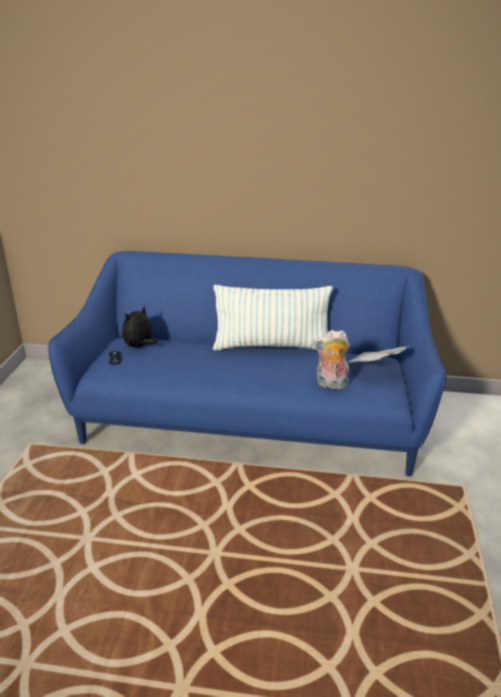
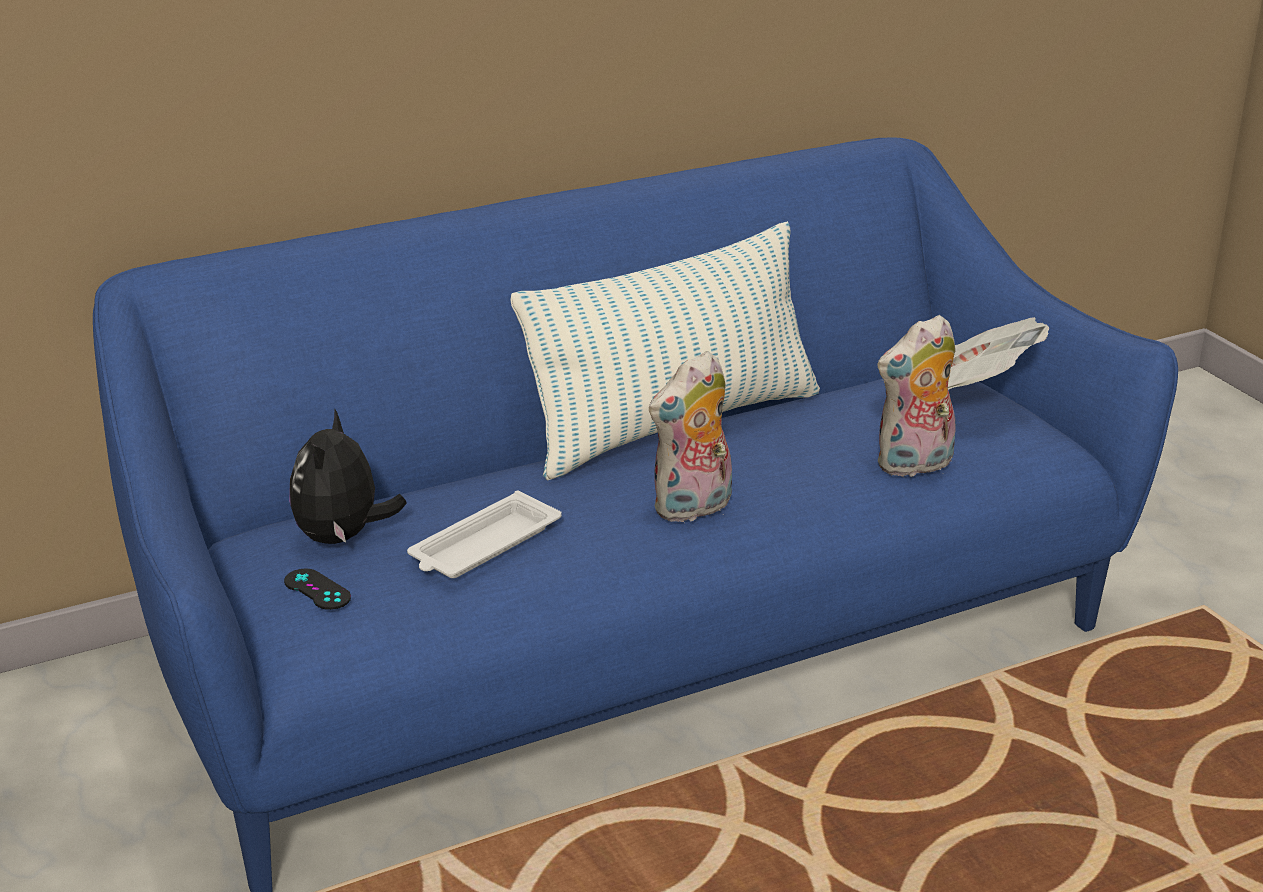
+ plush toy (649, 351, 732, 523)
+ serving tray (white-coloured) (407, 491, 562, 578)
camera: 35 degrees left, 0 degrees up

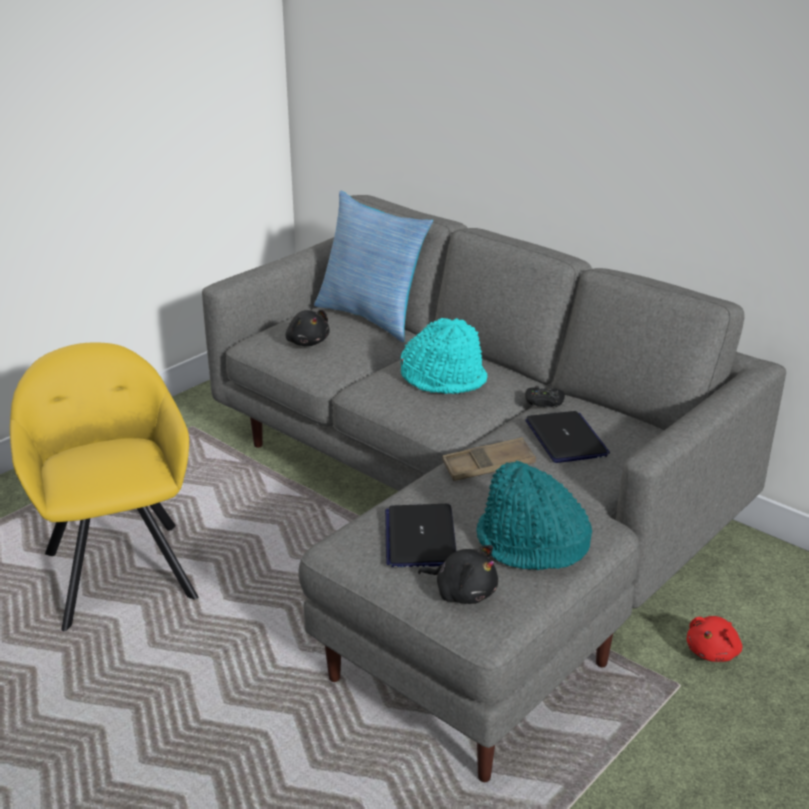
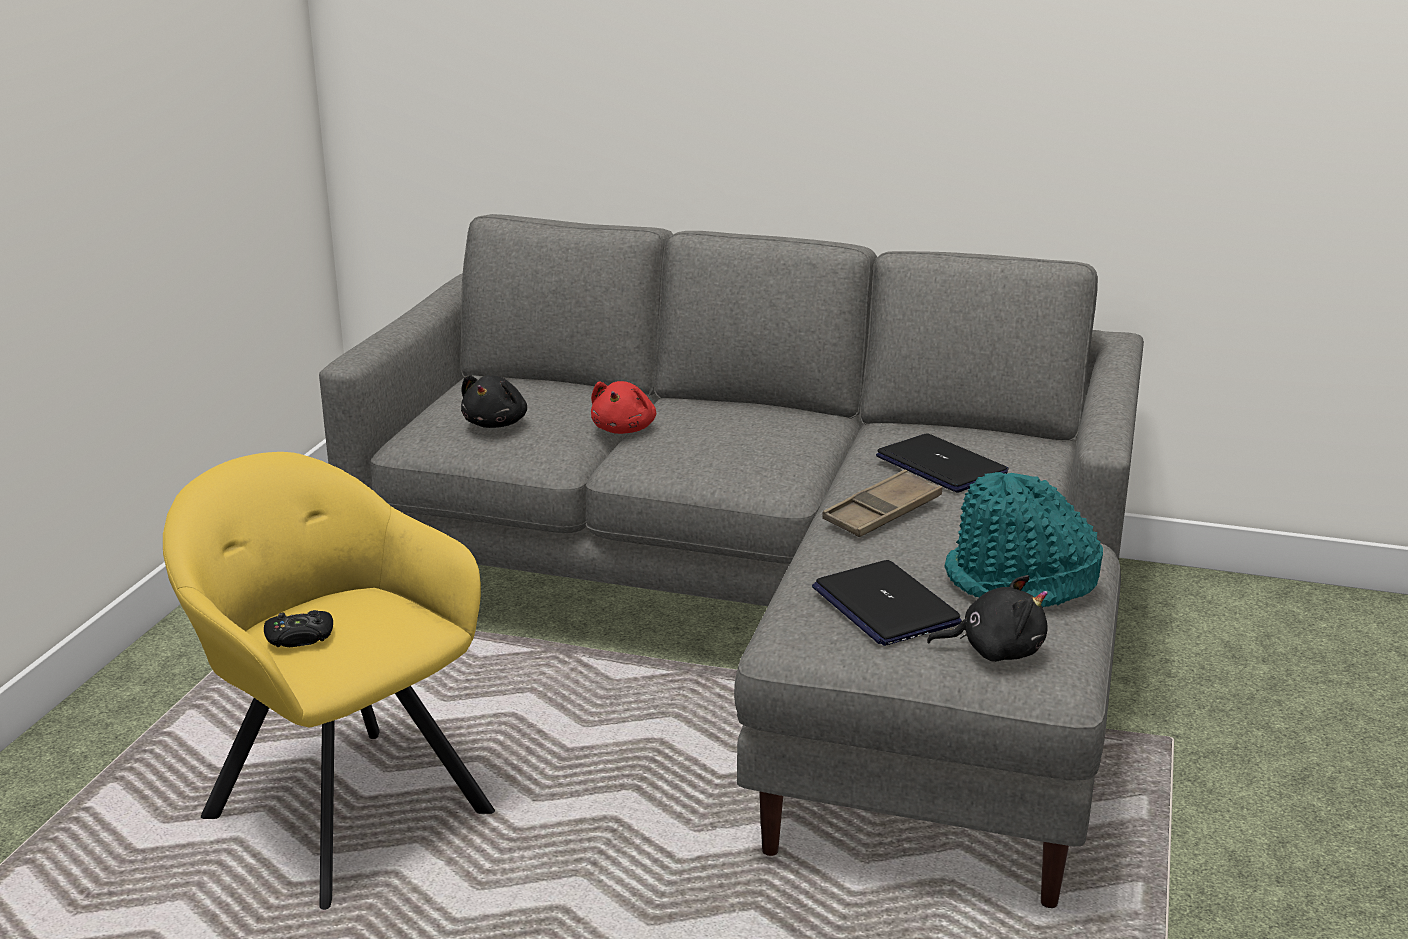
- pillow (314, 191, 433, 342)
~ plush toy (black) (285, 310, 330, 346) = (461, 375, 527, 428) 75 degrees clockwise
- clothing hat (blue-green) (401, 318, 488, 394)
~ joypad (black) (525, 386, 565, 407) to (264, 610, 333, 647)
~ plush toy (red) (686, 616, 742, 662) to (591, 381, 656, 434)
camera: 25 degrees left, 5 degrees down

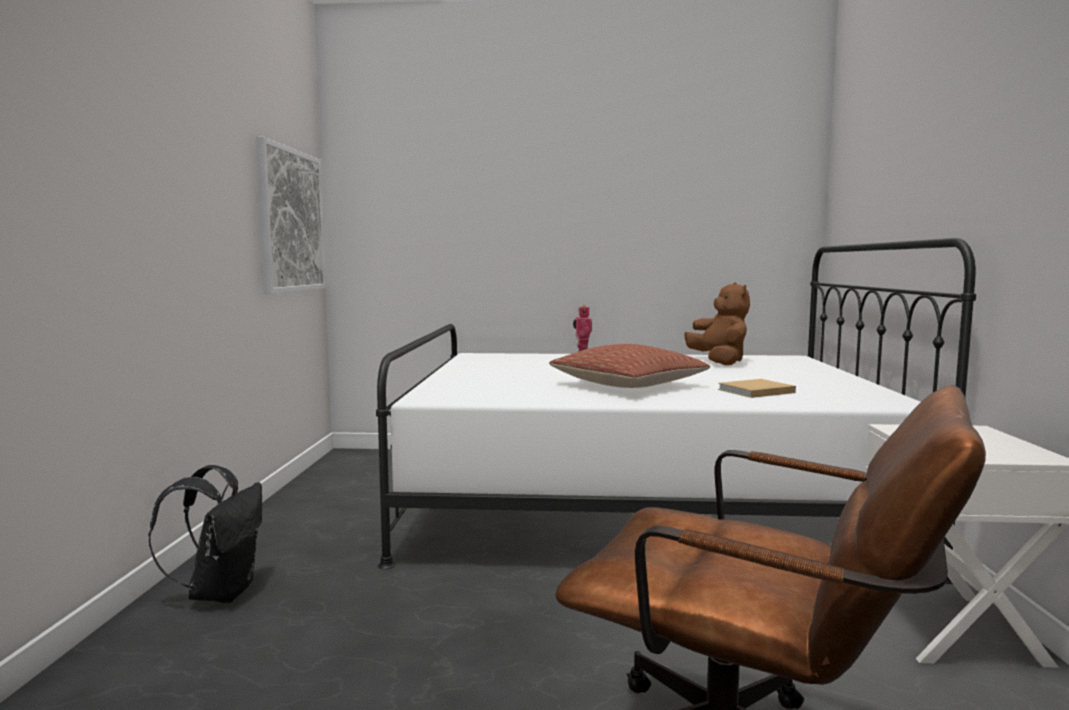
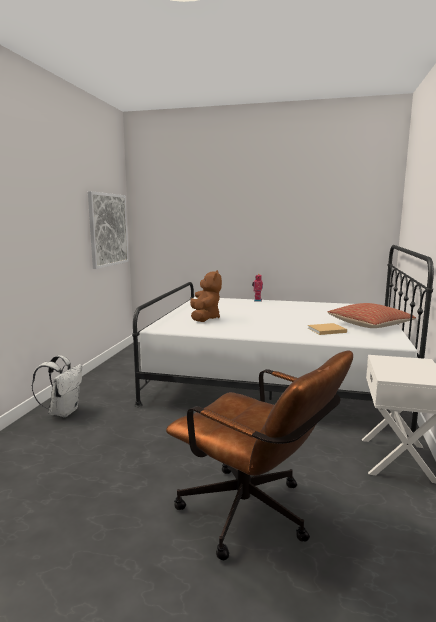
~ plush toy (brown-coloured) (684, 282, 750, 365) to (190, 270, 222, 322)
~ pillow (549, 344, 710, 388) to (327, 303, 416, 328)
~ backpack (black) (148, 465, 262, 603) to backpack (white-coloured) (32, 355, 82, 417)
camera: 10 degrees right, 5 degrees up

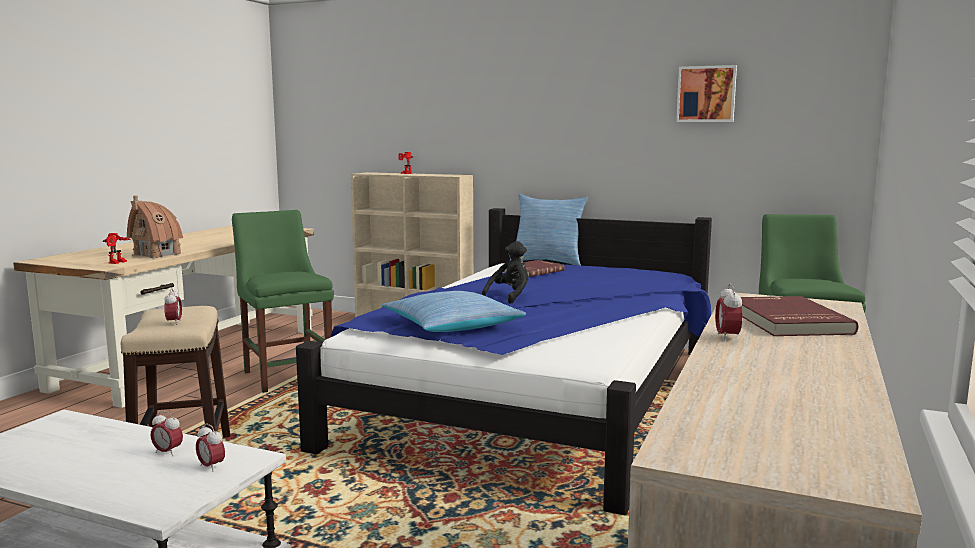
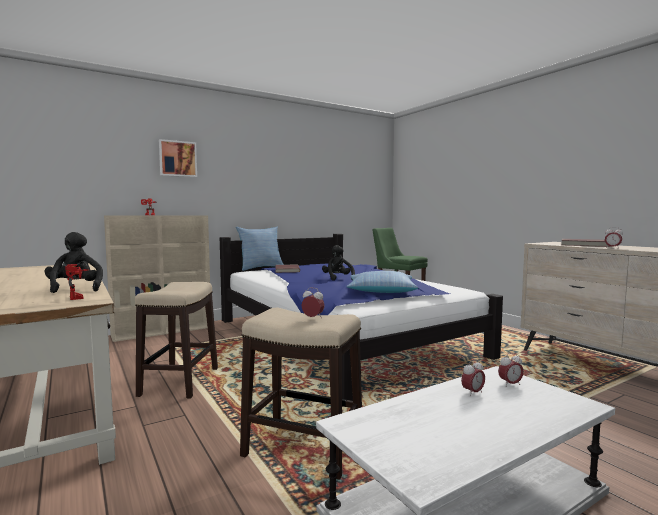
~ wall picture (676, 65, 737, 122) to (159, 139, 197, 177)
~ model house (127, 196, 183, 258) to plush toy (black) (44, 232, 103, 293)
~ chair (greenish) (232, 210, 334, 393) to stool seat (135, 282, 218, 398)
camera: 55 degrees left, 5 degrees down

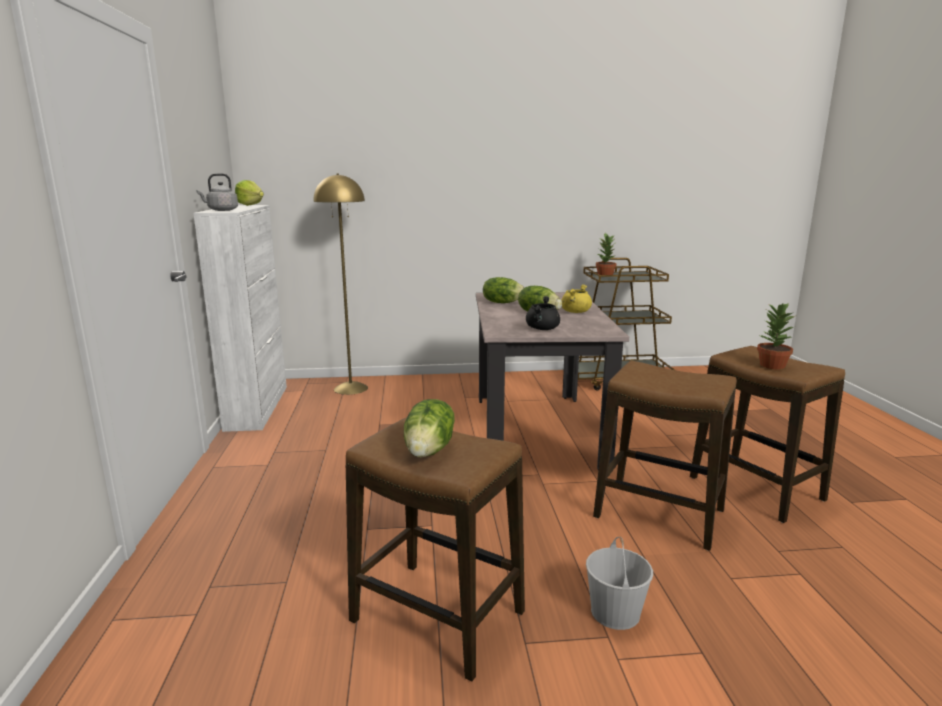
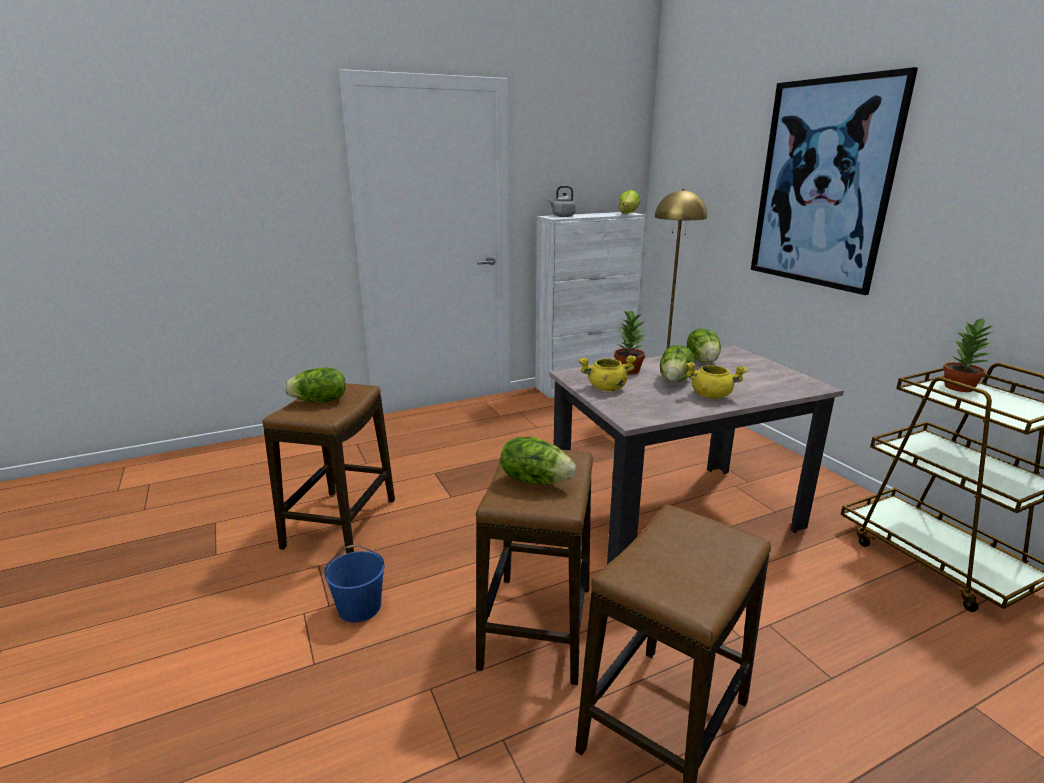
~ stockpot (black) (526, 296, 560, 330) to stockpot (yellowish) (578, 355, 637, 391)
~ potted plant (757, 302, 795, 369) to (614, 310, 645, 374)
~ bucket (white-coloured) (586, 537, 653, 630) to bucket (bluish) (324, 545, 385, 623)
+ wall picture (751, 67, 918, 295)
+ lettuce head (500, 437, 576, 485)
camera: 70 degrees right, 5 degrees up

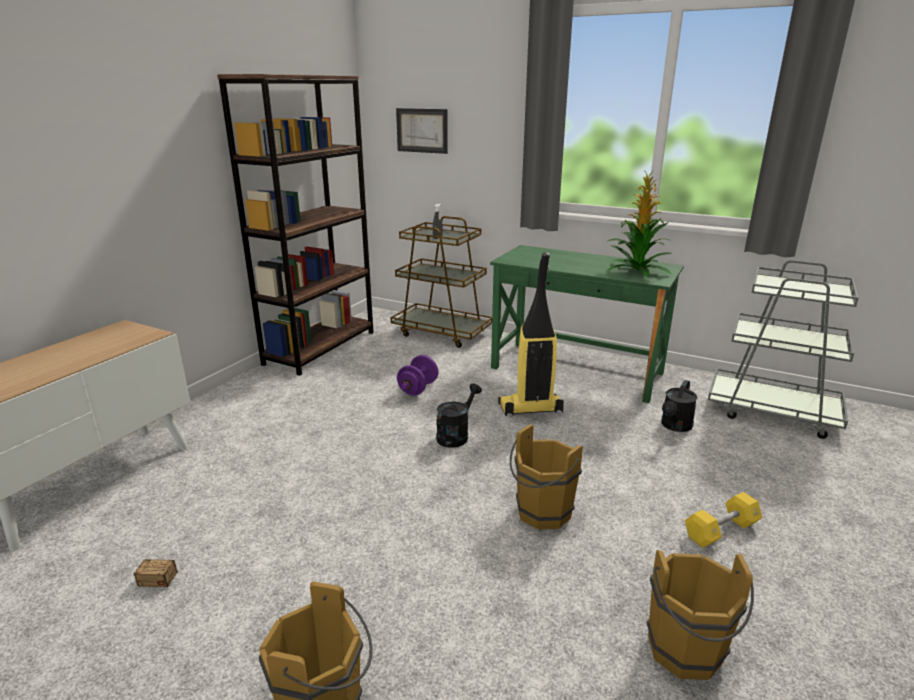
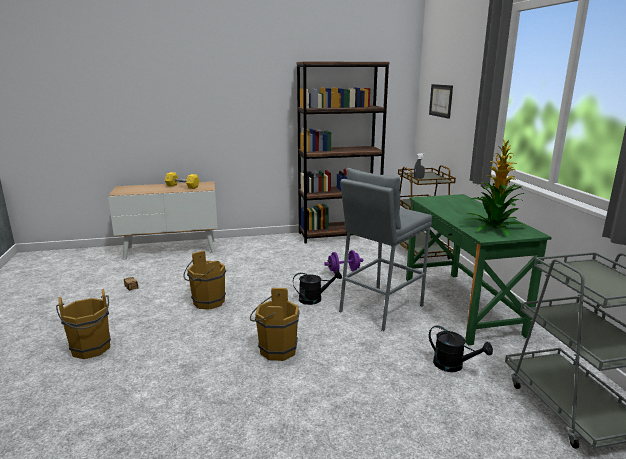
~ hoover (498, 252, 564, 416) to stool seat (greyish) (339, 168, 432, 331)
~ sprinkling can (black) (661, 380, 697, 432) = (429, 325, 493, 372) 135 degrees counterclockwise
~ dumbbell (yellowish) (685, 492, 762, 548) to (165, 172, 200, 189)
~ bucket (brown-coloured) (647, 550, 754, 680) to (183, 251, 226, 310)
camera: 50 degrees right, 5 degrees down

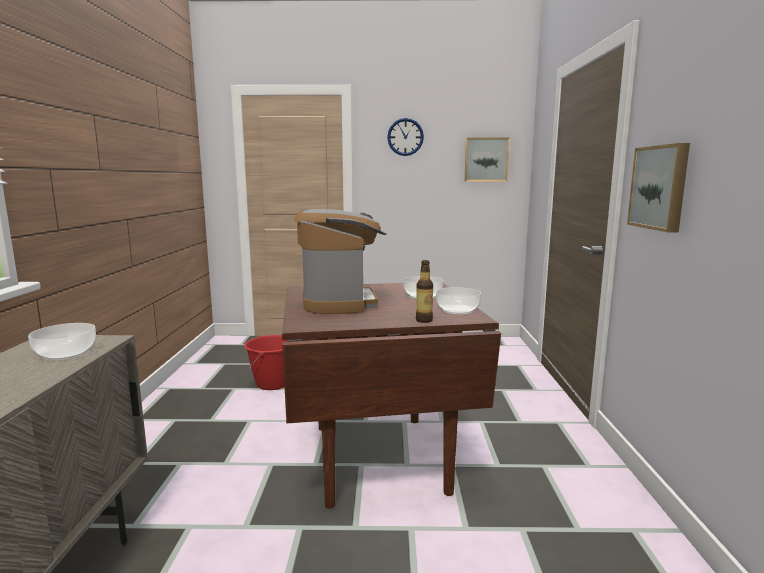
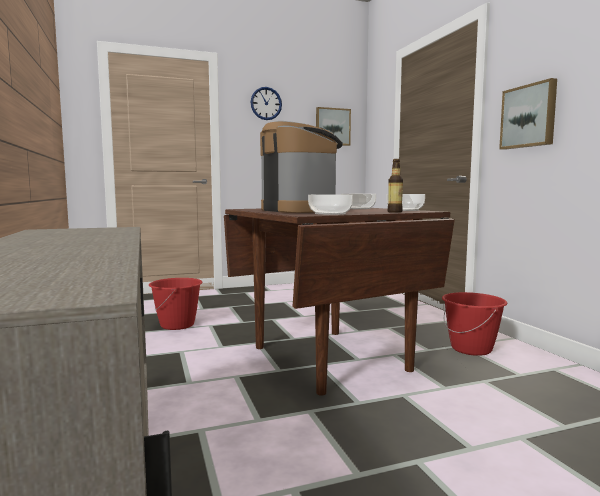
~ bowl (28, 323, 96, 361) to (308, 195, 353, 215)
+ bucket (red) (442, 292, 507, 356)
camera: 20 degrees left, 5 degrees down

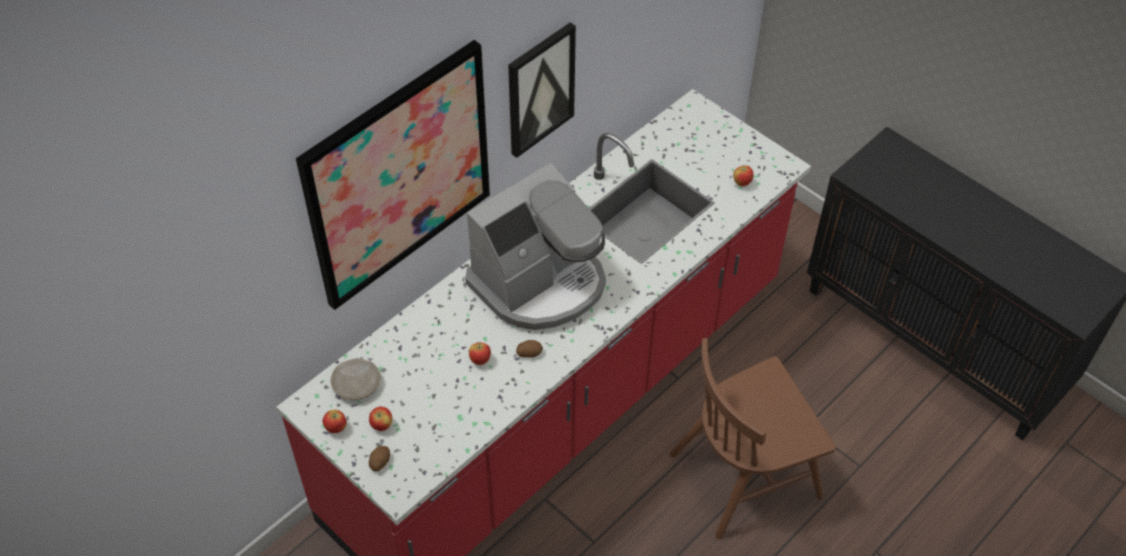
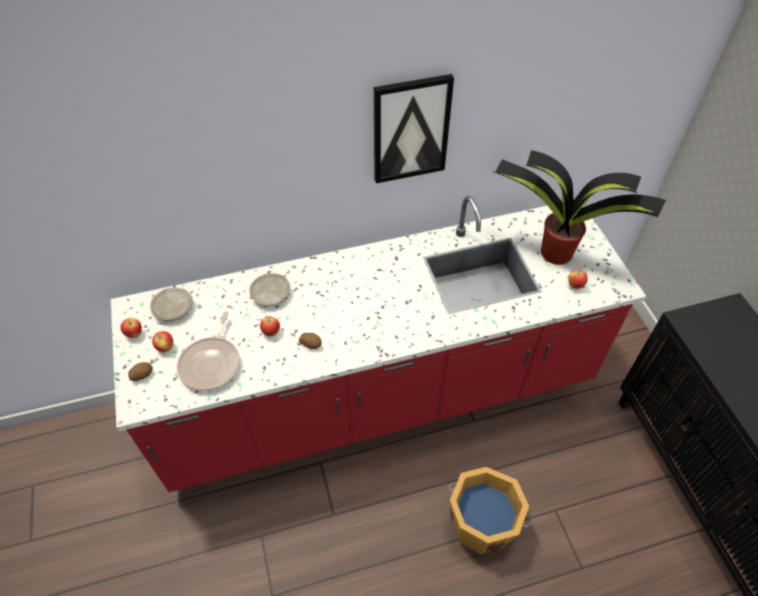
- wall picture (296, 40, 490, 310)
- coffee machine (465, 163, 606, 330)
~ chair (brown-coloured) (670, 338, 836, 539) to bucket (orangey) (446, 467, 533, 554)
+ potted plant (492, 150, 666, 265)
+ dinner plate (sand-coloured) (249, 273, 290, 306)
+ skillet (177, 311, 240, 391)
camera: 30 degrees right, 0 degrees up

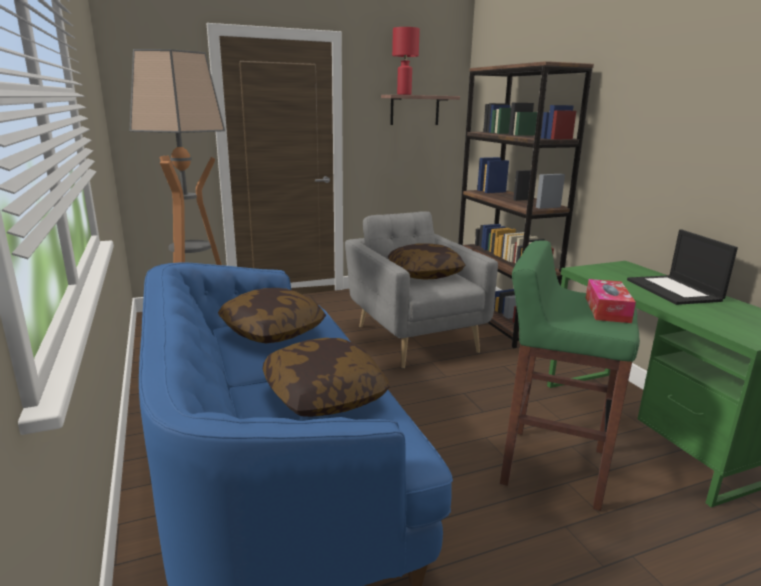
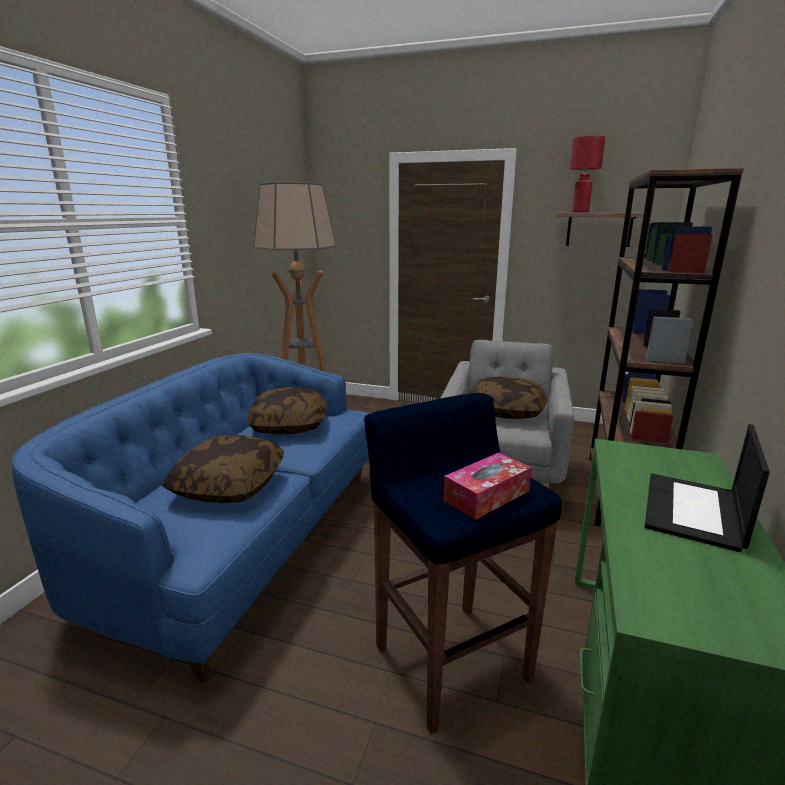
~ stool seat (greenish) (500, 240, 640, 511) to stool seat (bluish) (364, 393, 562, 735)
camera: 40 degrees right, 0 degrees up

